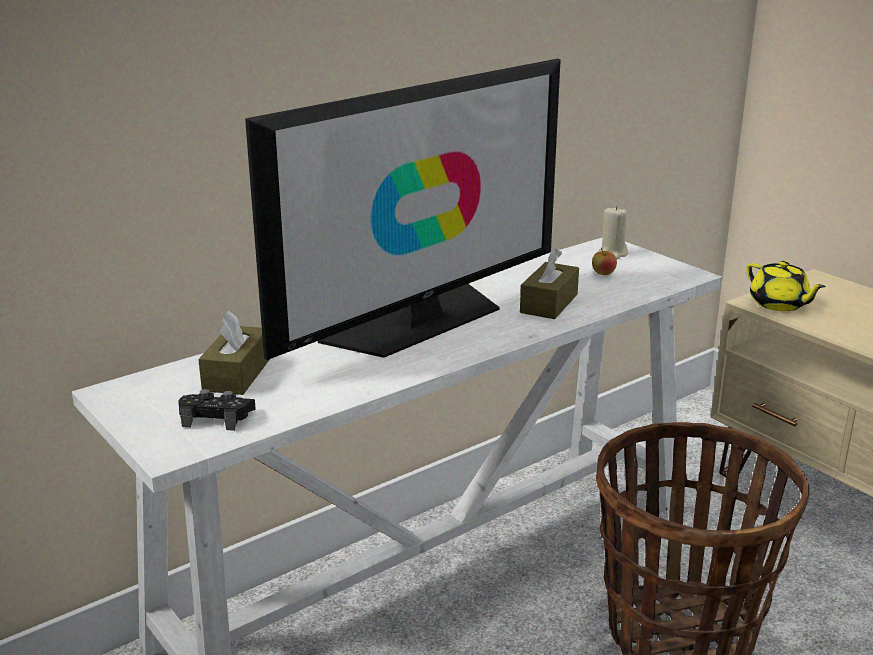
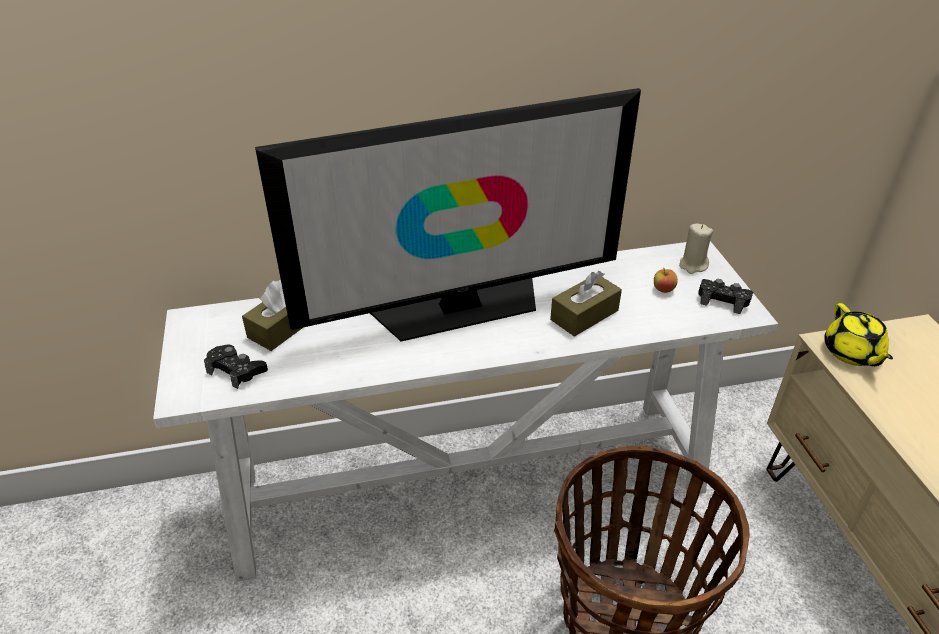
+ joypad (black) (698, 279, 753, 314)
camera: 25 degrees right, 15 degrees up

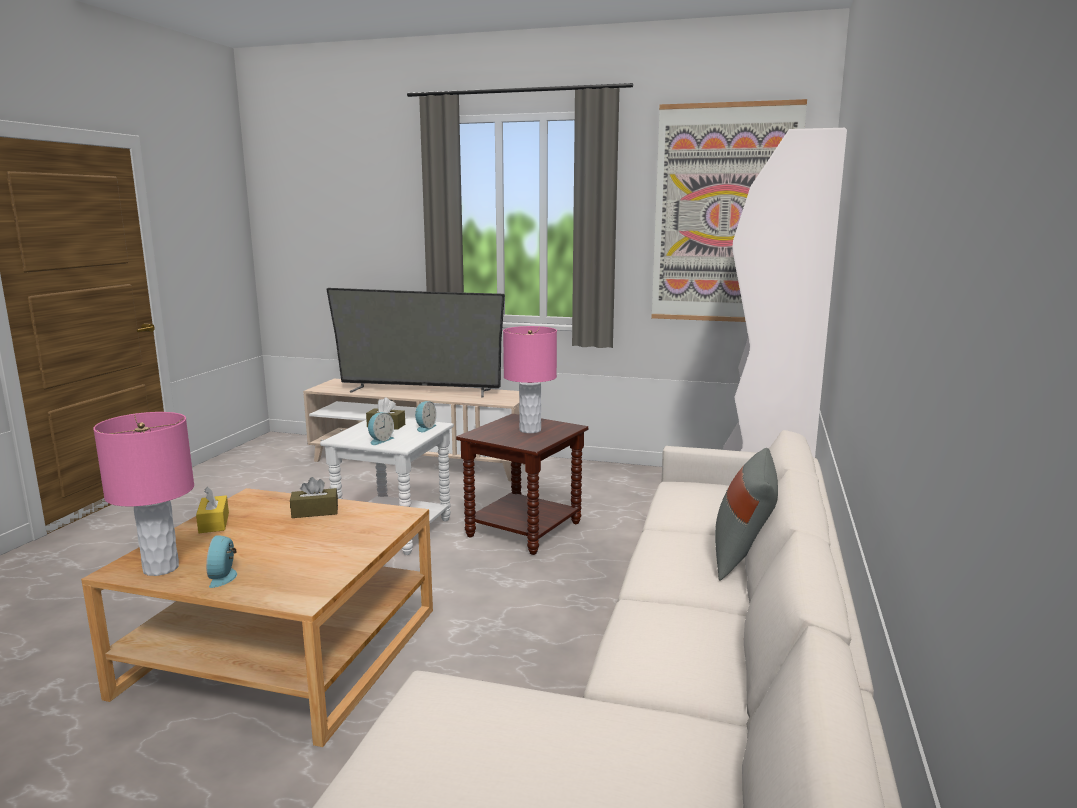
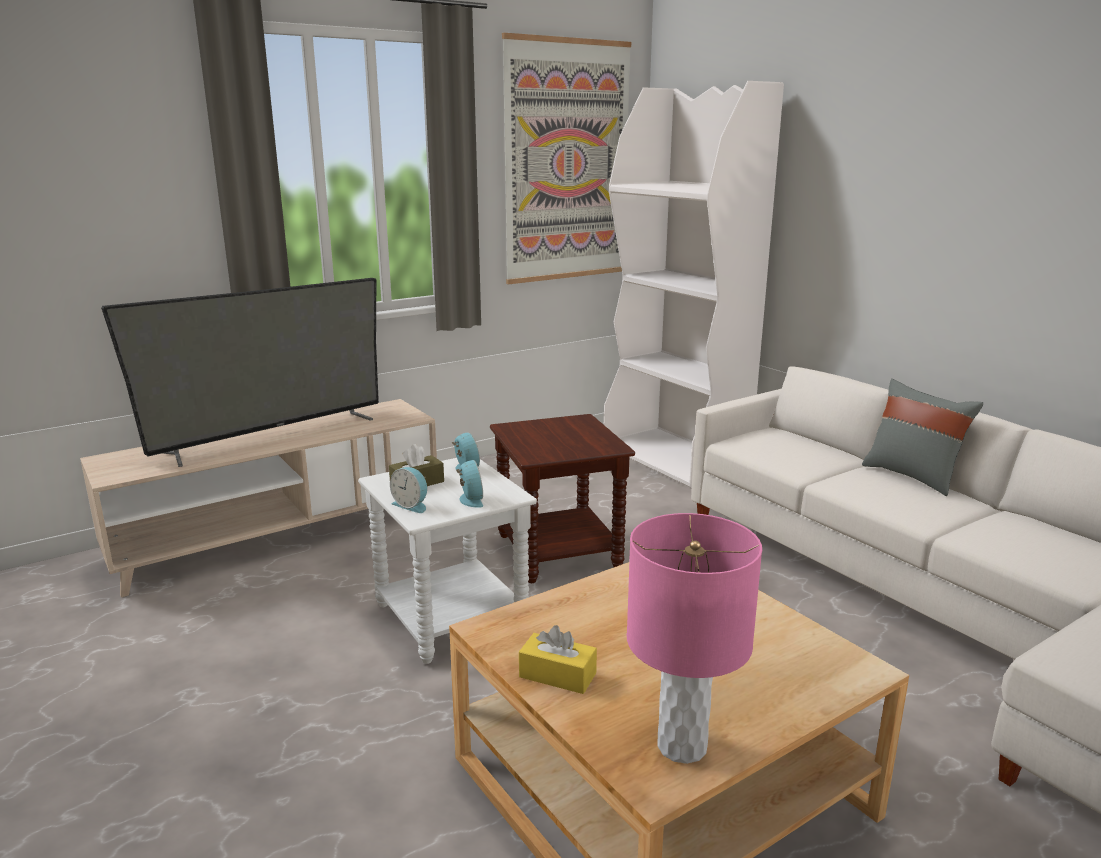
- table lamp (pink-coloured) (503, 326, 557, 433)
- tissue box (brown-coloured) (290, 477, 338, 518)
~ bedside clock (206, 535, 237, 588) to (390, 467, 427, 513)
camera: 50 degrees left, 5 degrees up

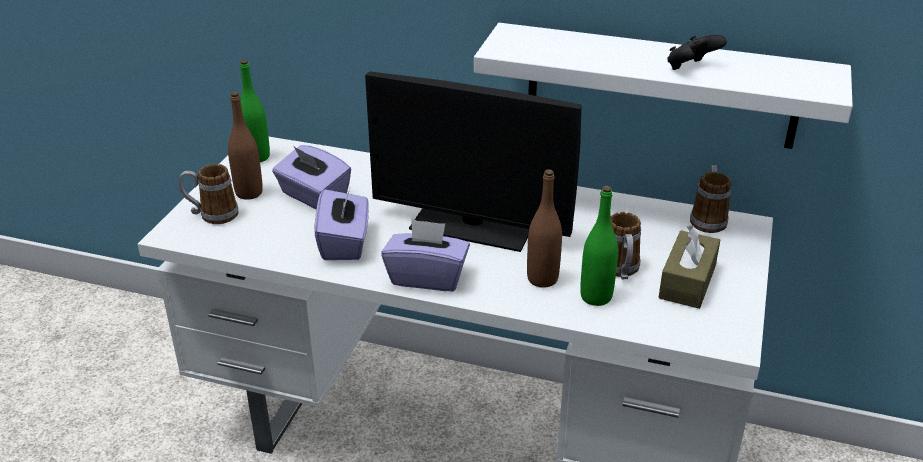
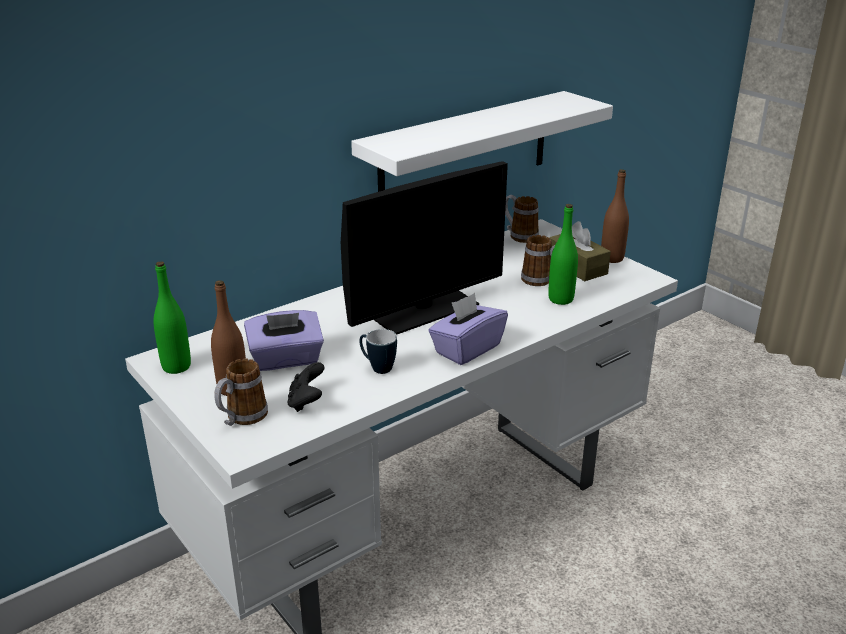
~ joypad (black) (668, 35, 727, 70) to (287, 362, 325, 412)
~ beverage bottle (brown-coloured) (527, 169, 562, 288) to (601, 169, 629, 263)
~ tissue box (purplish) (314, 186, 369, 260) to mug (359, 329, 397, 374)
camera: 55 degrees left, 5 degrees down

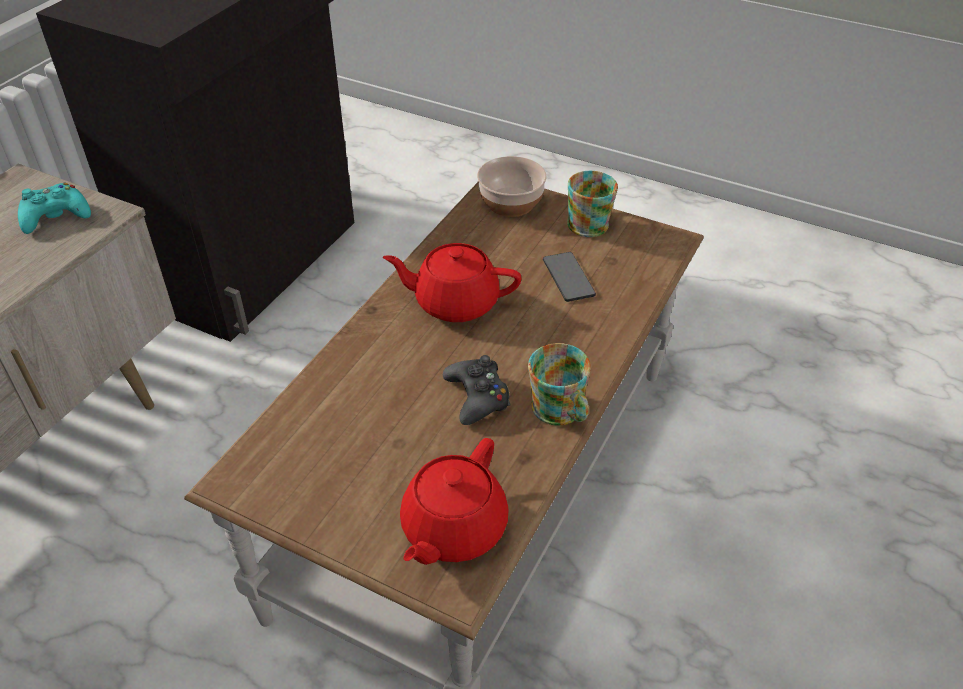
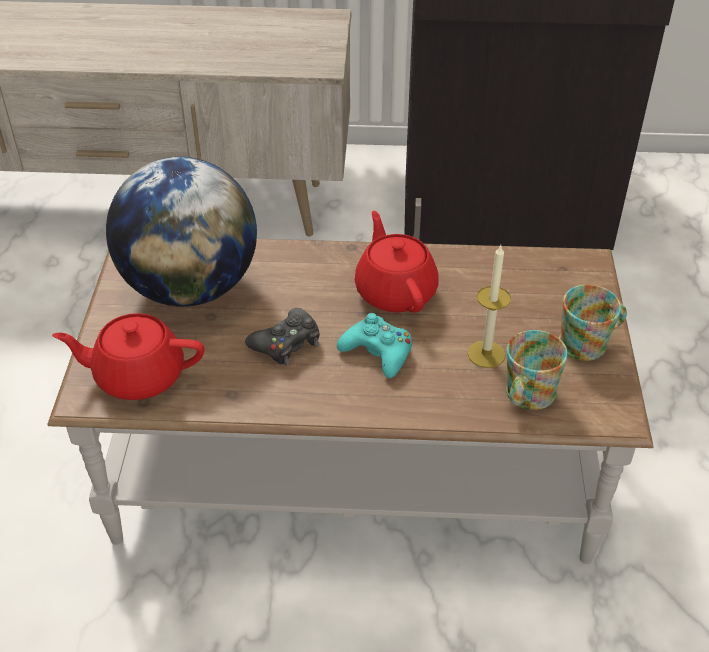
- bowl (477, 156, 547, 217)
~ joypad (blue-green) (18, 183, 91, 234) to (337, 313, 412, 378)
~ handset (543, 252, 596, 302) to wax candle (467, 245, 511, 368)
~ mug (528, 343, 591, 426) to (506, 330, 568, 410)
+ desk globe (106, 157, 257, 307)
camera: 65 degrees right, 0 degrees up

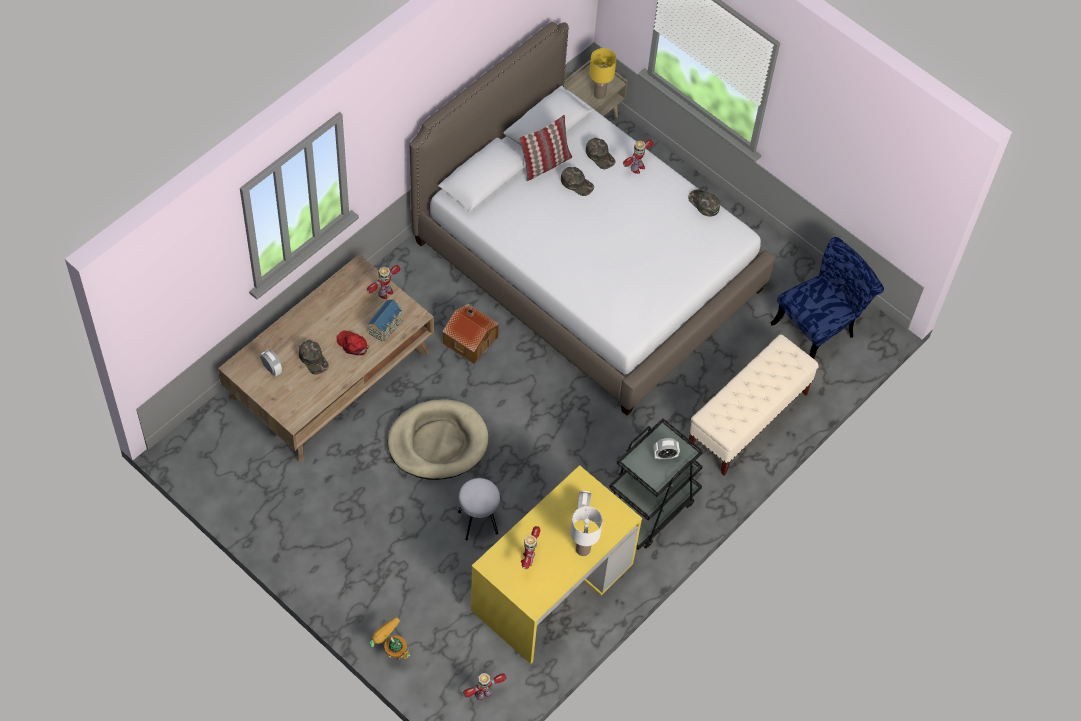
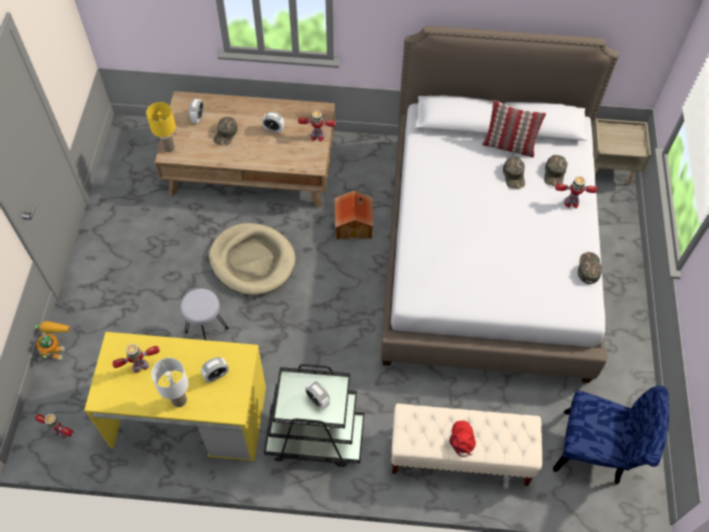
~ table lamp (yellowish) (589, 48, 617, 99) to (146, 102, 176, 152)
- model house (368, 300, 402, 341)
~ cap (red) (337, 331, 369, 356) to (449, 420, 476, 457)
+ bedside clock (262, 111, 284, 133)
camera: 55 degrees right, 0 degrees up

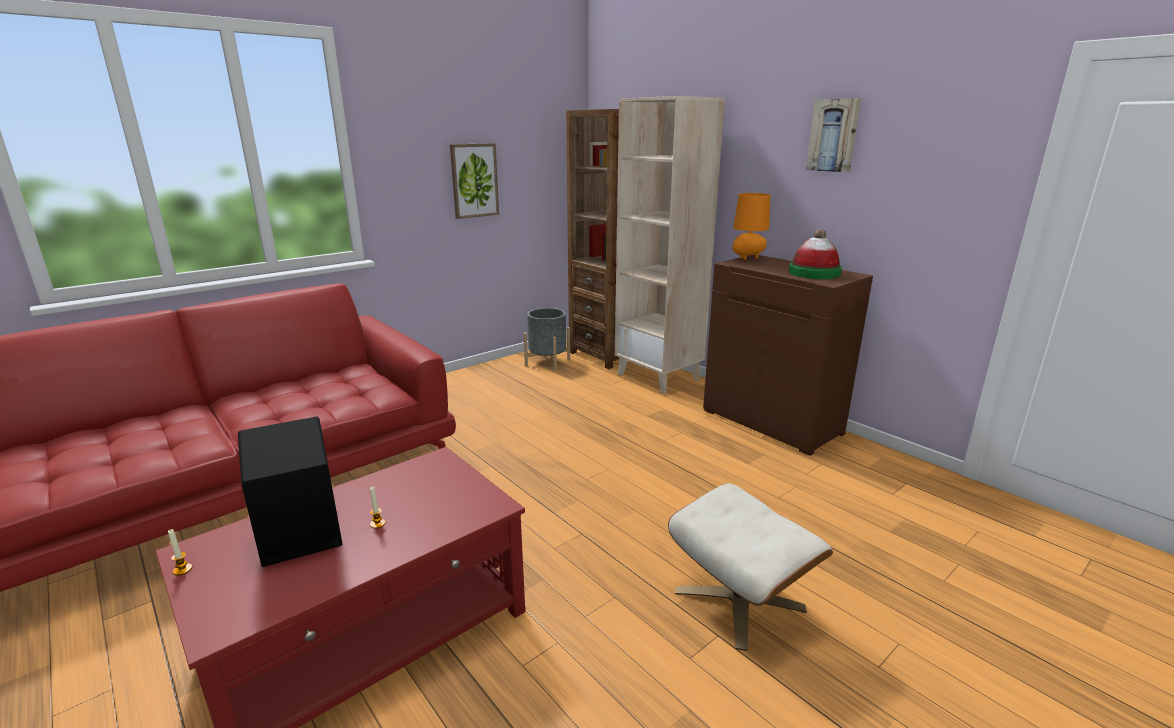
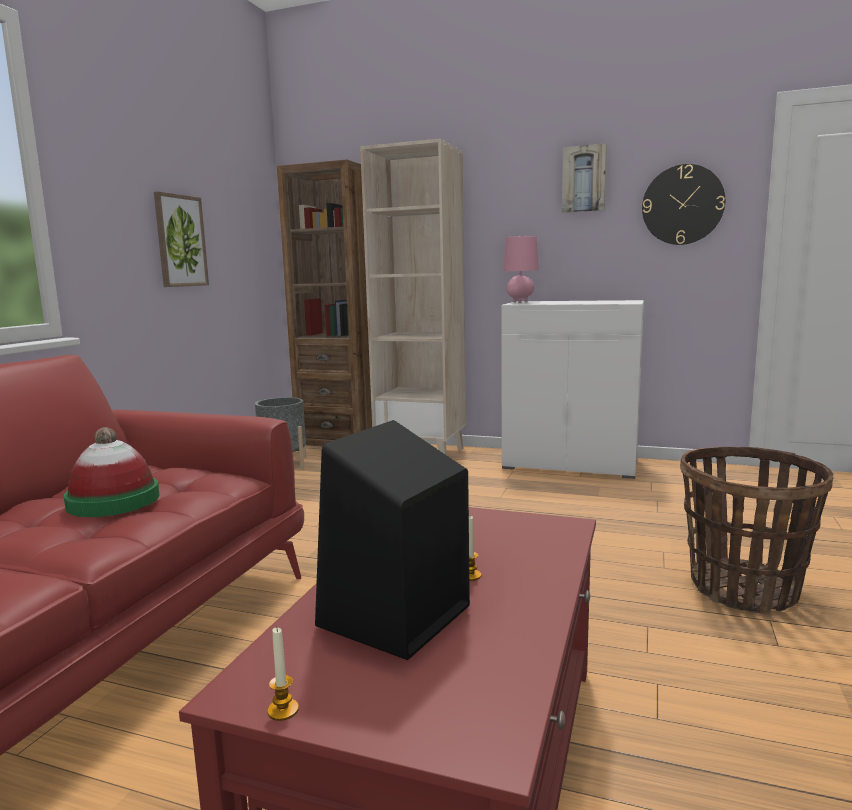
~ table lamp (orangey) (732, 193, 770, 260) to table lamp (pink-coloured) (503, 236, 539, 303)
~ clothing hat (789, 229, 842, 279) to (64, 427, 160, 517)
~ cupboard (brown-coloured) (703, 255, 873, 456) to cupboard (white-coloured) (501, 300, 644, 479)
~ pouffe (sand-coloured) (668, 483, 833, 651) to storage basket (680, 447, 834, 615)
+ wall clock (642, 164, 725, 245)
camera: 30 degrees left, 10 degrees down

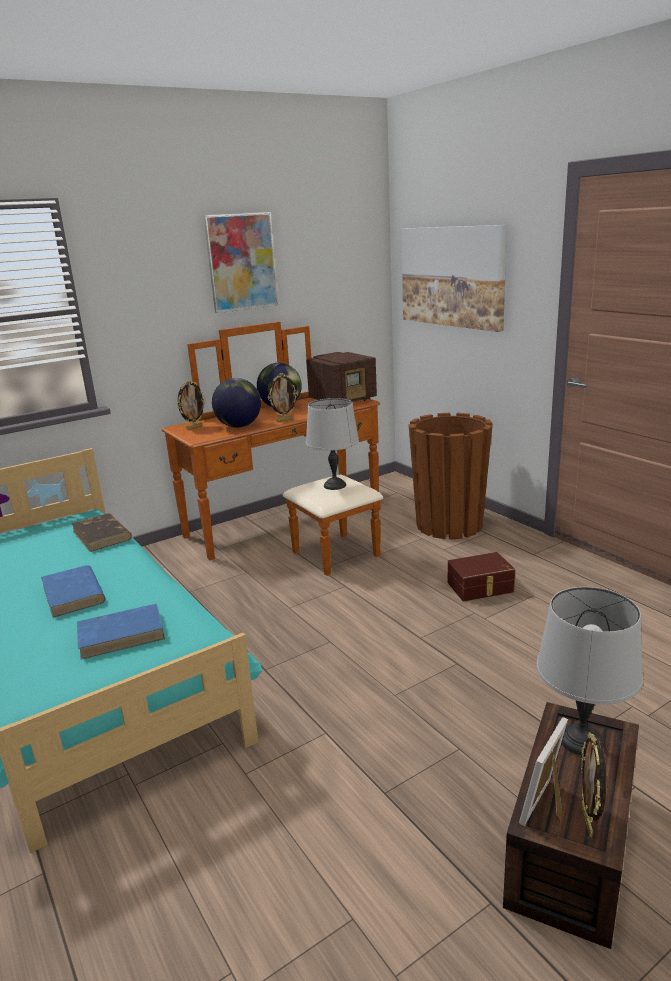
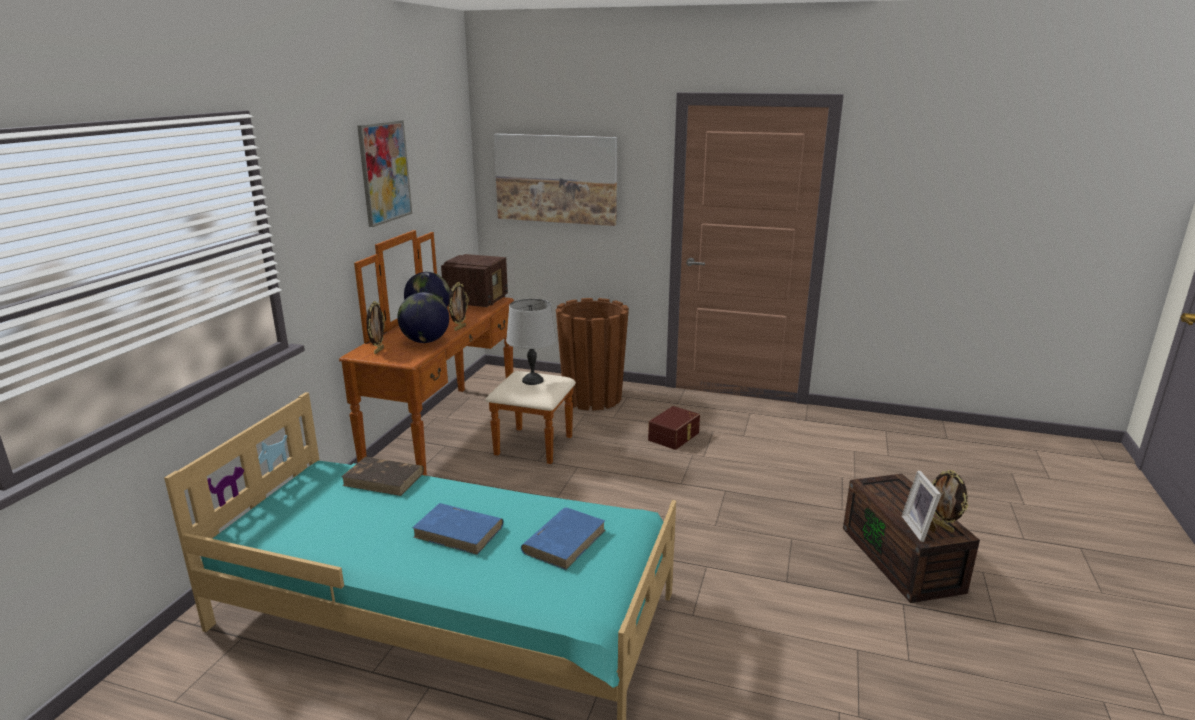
- table lamp (greyish) (536, 587, 643, 756)
camera: 40 degrees left, 0 degrees up

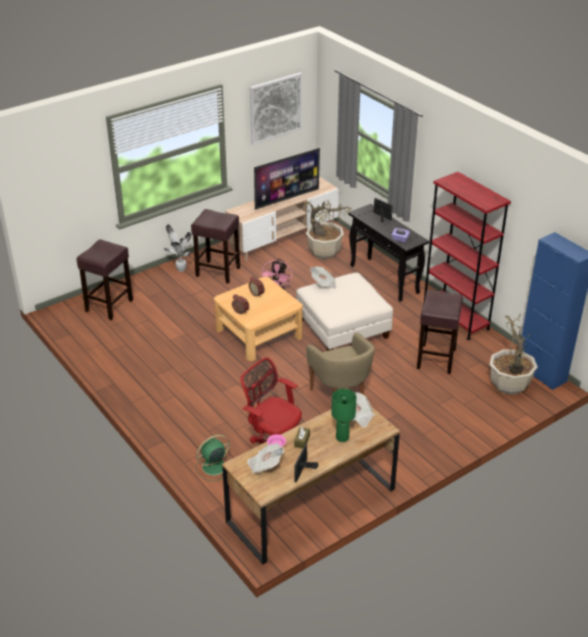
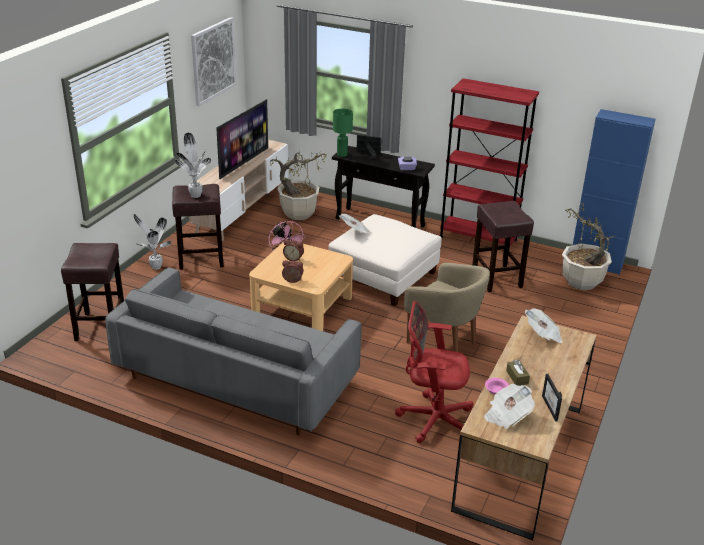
~ table lamp (greenish) (331, 389, 356, 442) to (333, 109, 353, 157)
- electric fan (greenish) (196, 435, 230, 481)
+ potted plant (175, 133, 211, 198)
+ sofa (greyish) (105, 267, 362, 435)
camera: 30 degrees left, 5 degrees down

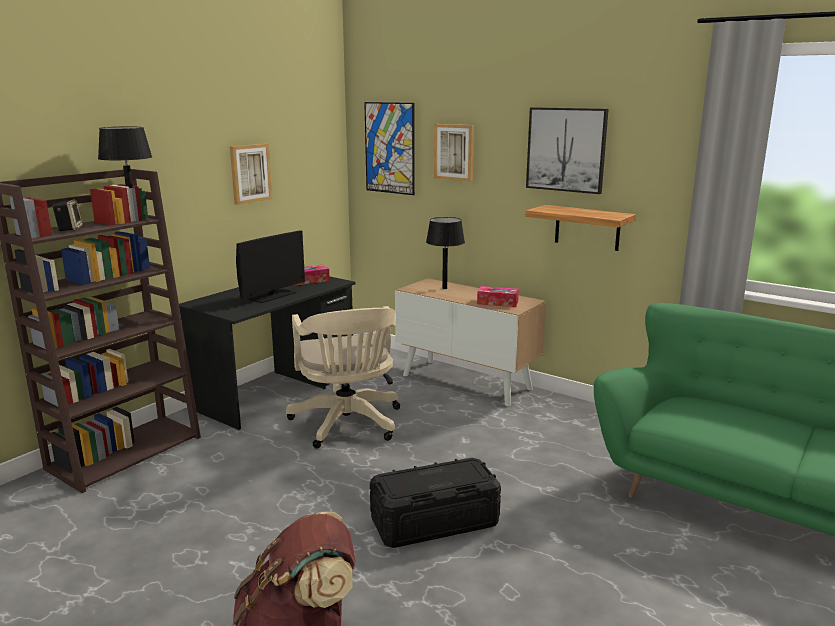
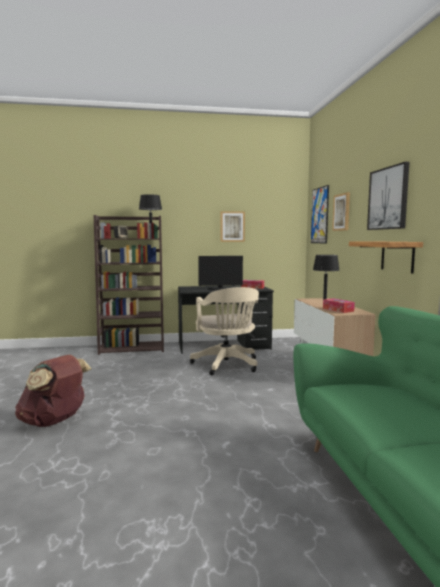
~ office chair (sand-coloured) (286, 306, 400, 448) = (190, 287, 259, 375) 45 degrees counterclockwise
- storage bin (black) (370, 458, 501, 548)
camera: 45 degrees right, 10 degrees down

